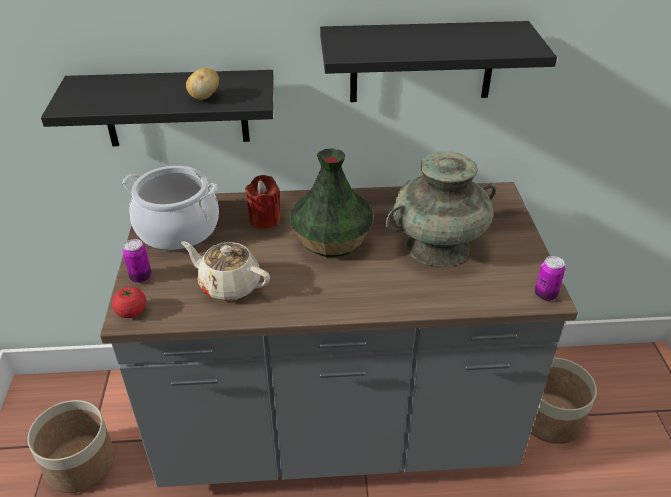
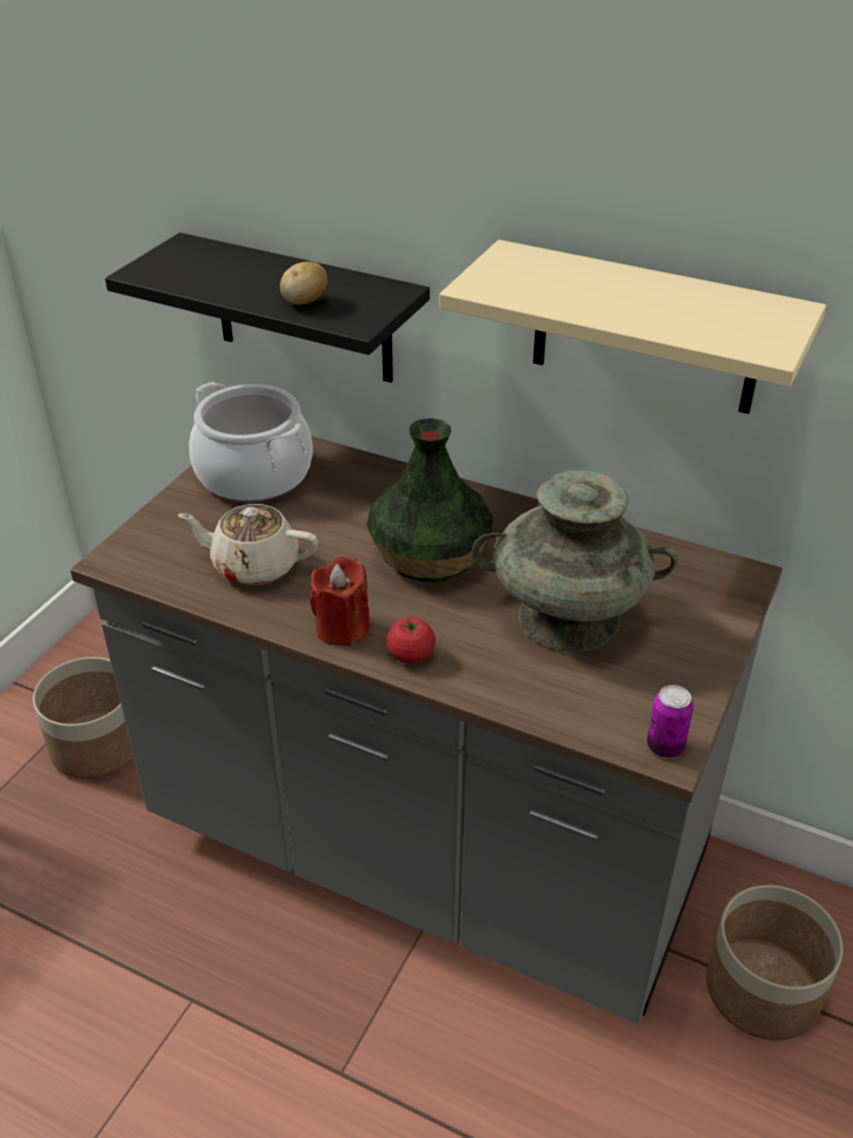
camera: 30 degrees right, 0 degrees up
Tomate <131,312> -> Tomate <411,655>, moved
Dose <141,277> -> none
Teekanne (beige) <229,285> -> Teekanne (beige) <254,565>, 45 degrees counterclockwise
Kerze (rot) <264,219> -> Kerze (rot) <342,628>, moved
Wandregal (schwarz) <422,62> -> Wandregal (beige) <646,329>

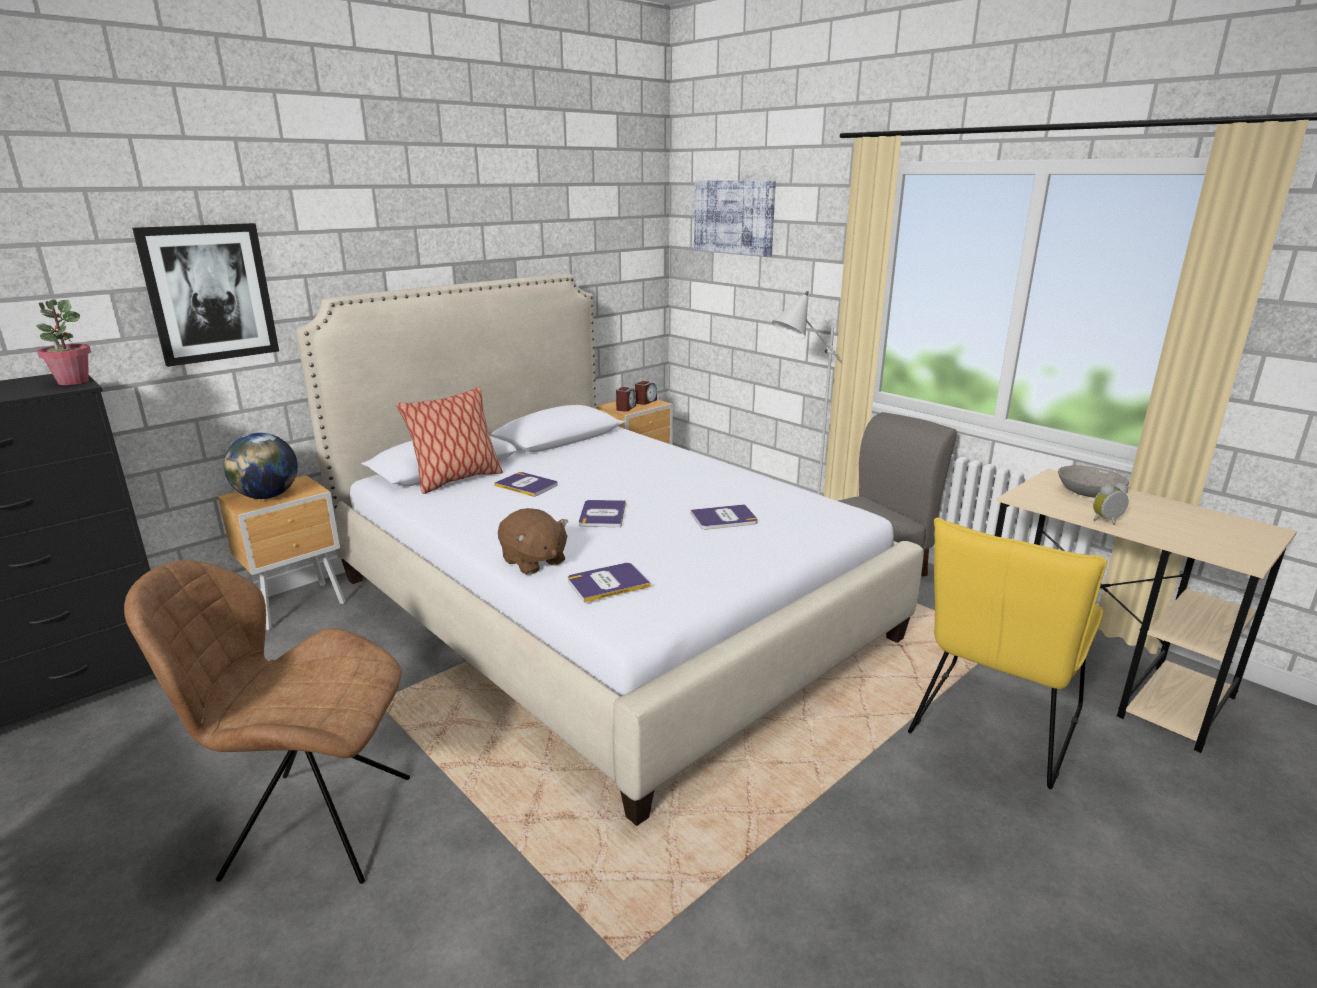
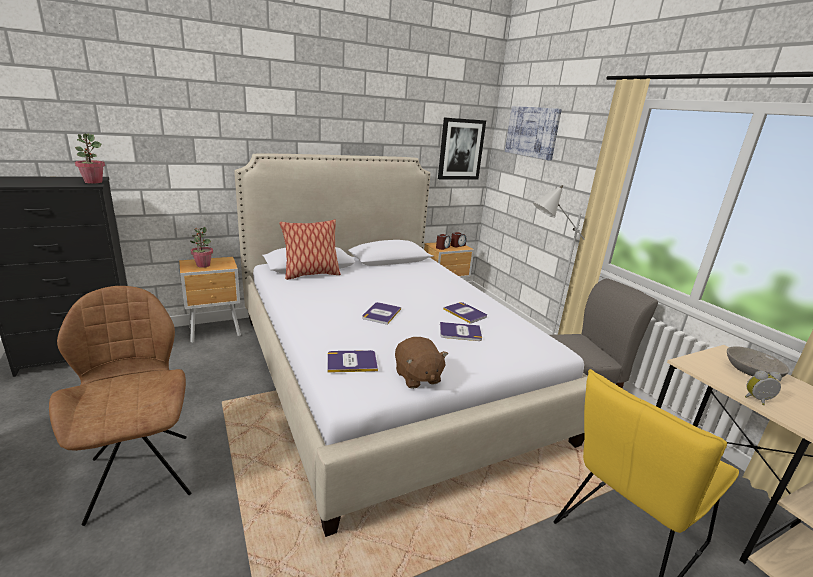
camera: 15 degrees right, 0 degrees up
Stuhl (braun) <313,825> -> Stuhl (braun) <141,473>, 45 degrees clockwise
Bild <209,293> -> Bild <461,149>, moved
Globus <267,496> -> Topfpflanze <203,265>
Buch <527,485> -> Buch <465,313>, moved
Plüschtier (braun) <533,561> -> Plüschtier (braun) <417,377>, moved

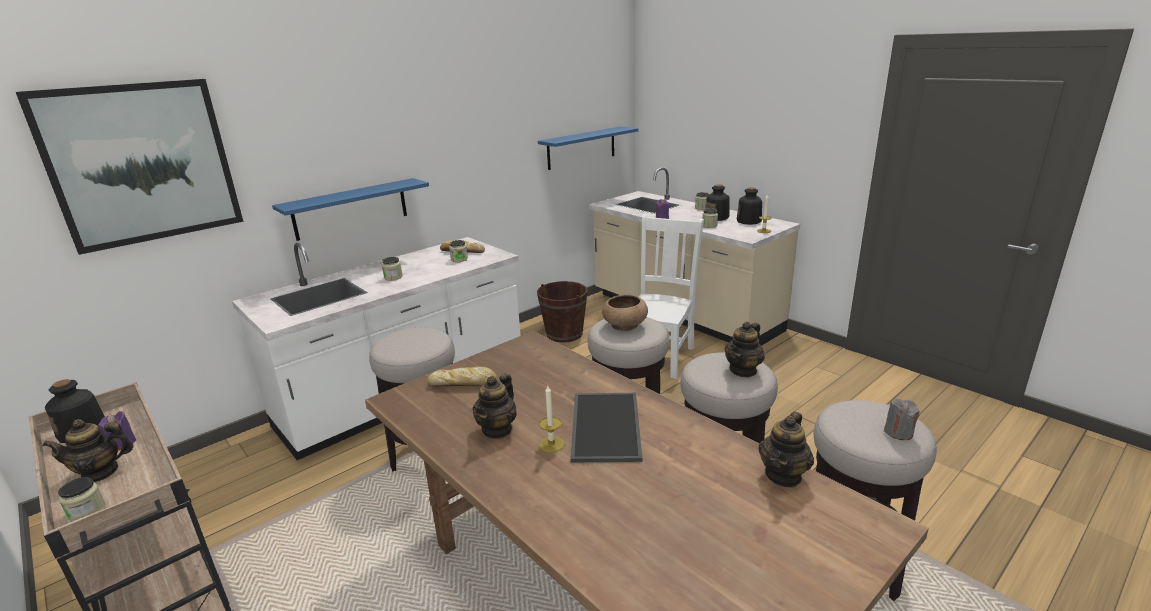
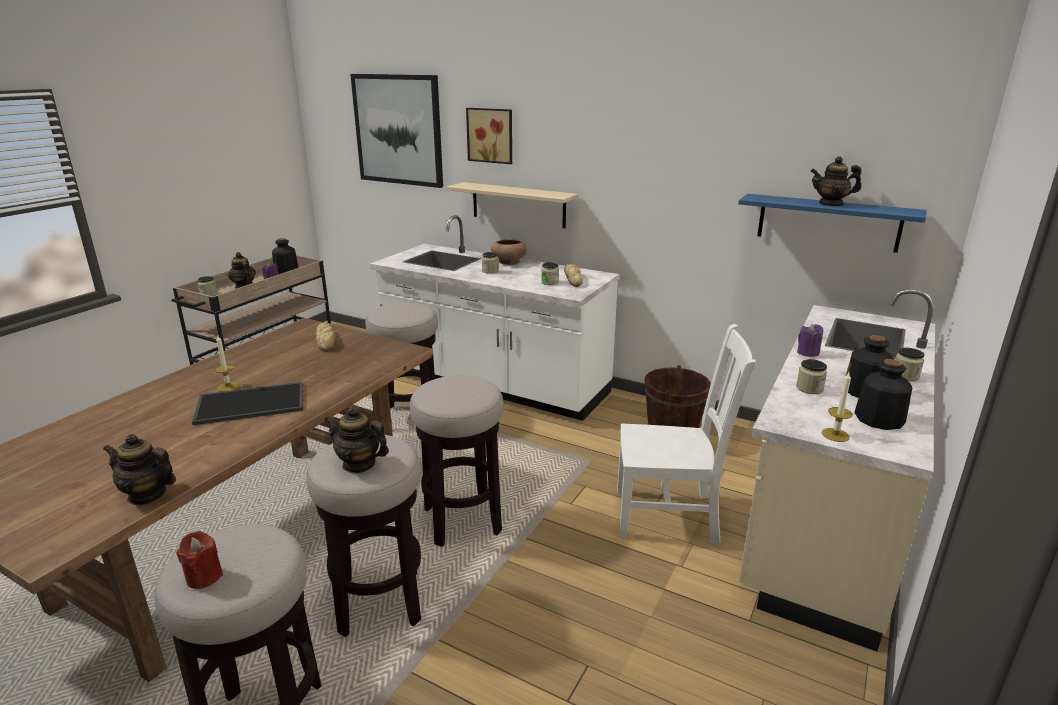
camera: 70 degrees right, 0 degrees up
Wandregal (blau) <351,209> -> Wandregal (beige) <518,205>
Teekanne <497,429> -> Teekanne <831,204>, moved
Schüssel (braun) <624,326> -> Schüssel (braun) <508,262>, moved
Kerze (grau) <898,432> -> Kerze (rot) <204,576>
none -> Bild <491,135>

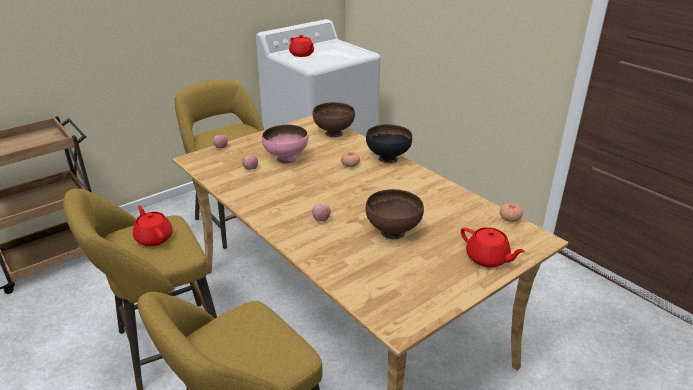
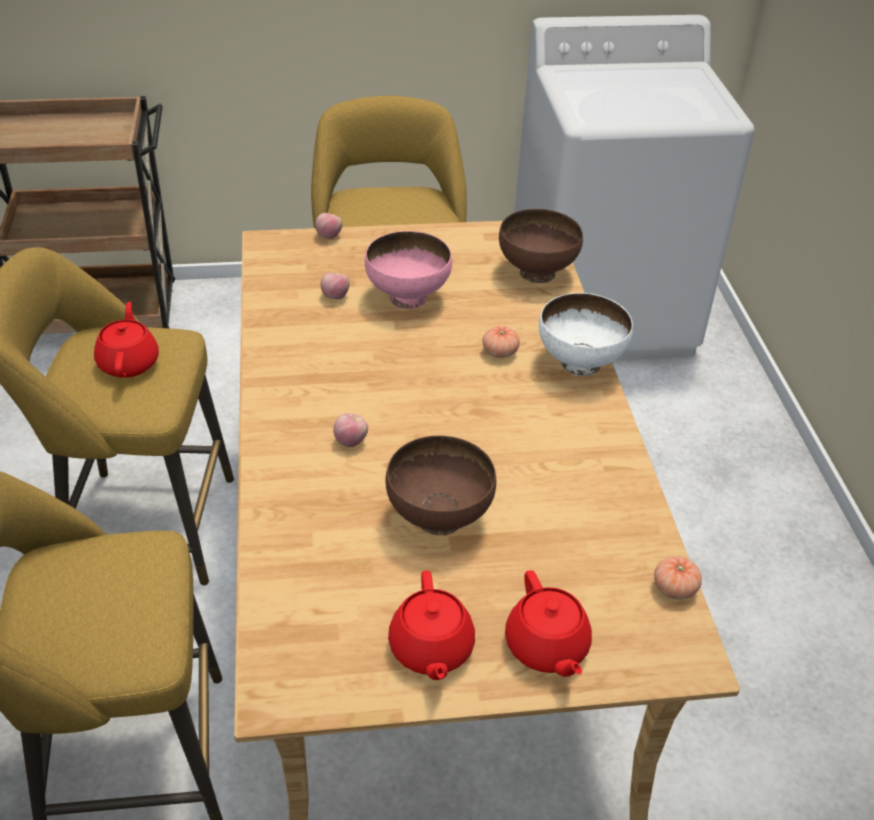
camera: 30 degrees right, 10 degrees up
Teekanne (rot) <302,54> -> Teekanne (rot) <431,649>, moved
Schüssel (schwarz) <387,158> -> Schüssel (weiß) <579,363>

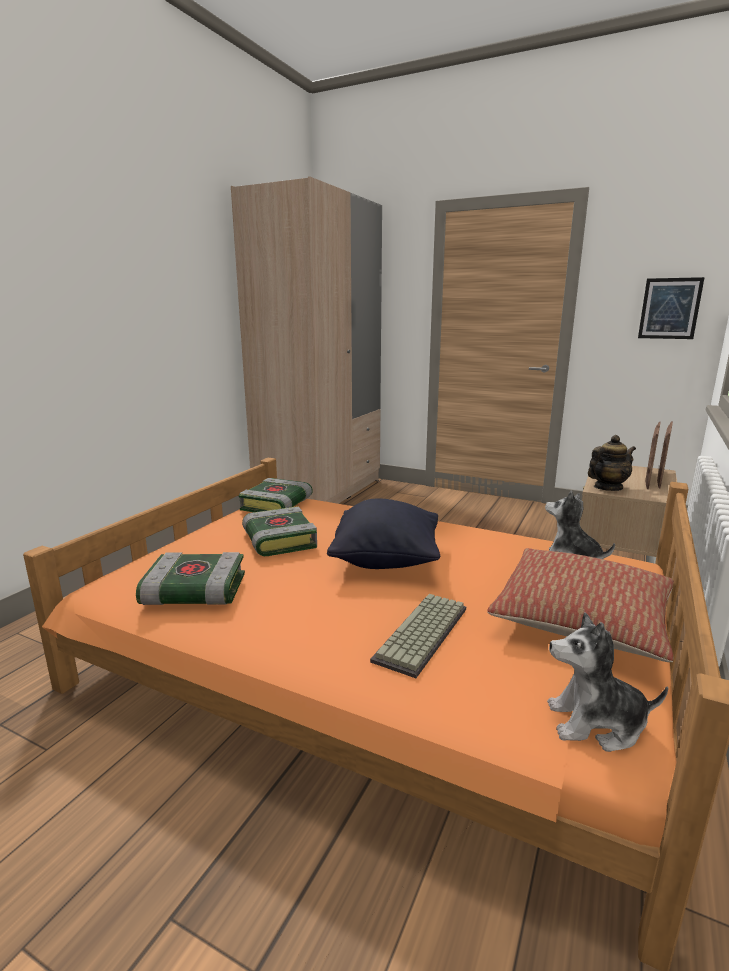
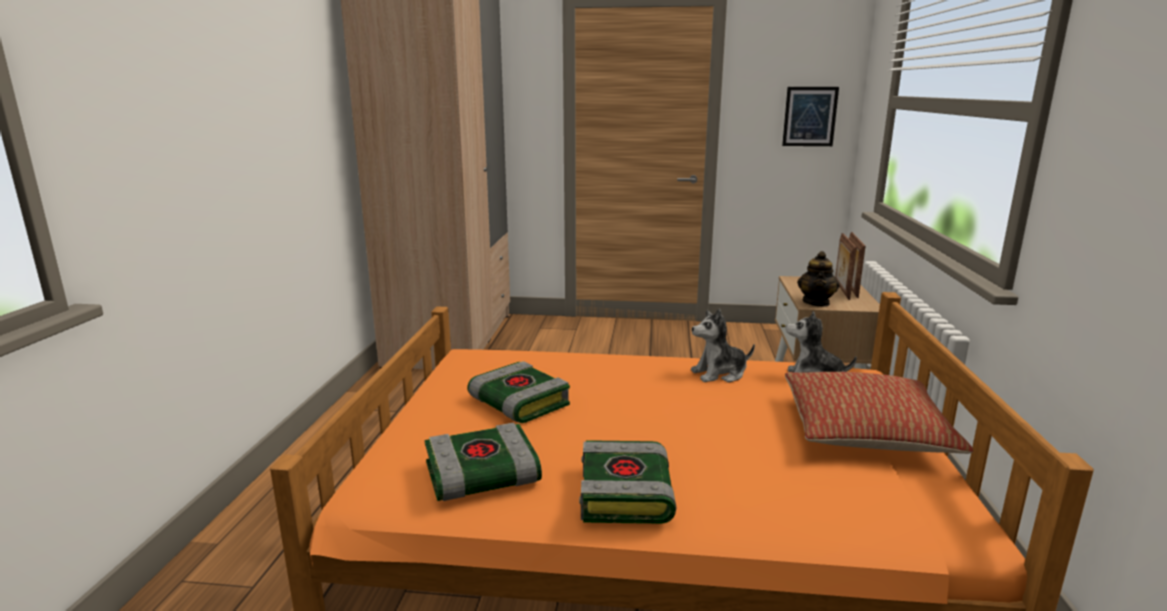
camera: 20 degrees left, 0 degrees up
Buch <277,505> -> Buch <627,494>, moved
Kissen (schwarz) <386,560> -> none
Tastatur <423,635> -> none
Plüschtier <595,724> -> Plüschtier <719,374>, moved
Teekanne <607,488> -> Teekanne <816,302>, 150 degrees clockwise

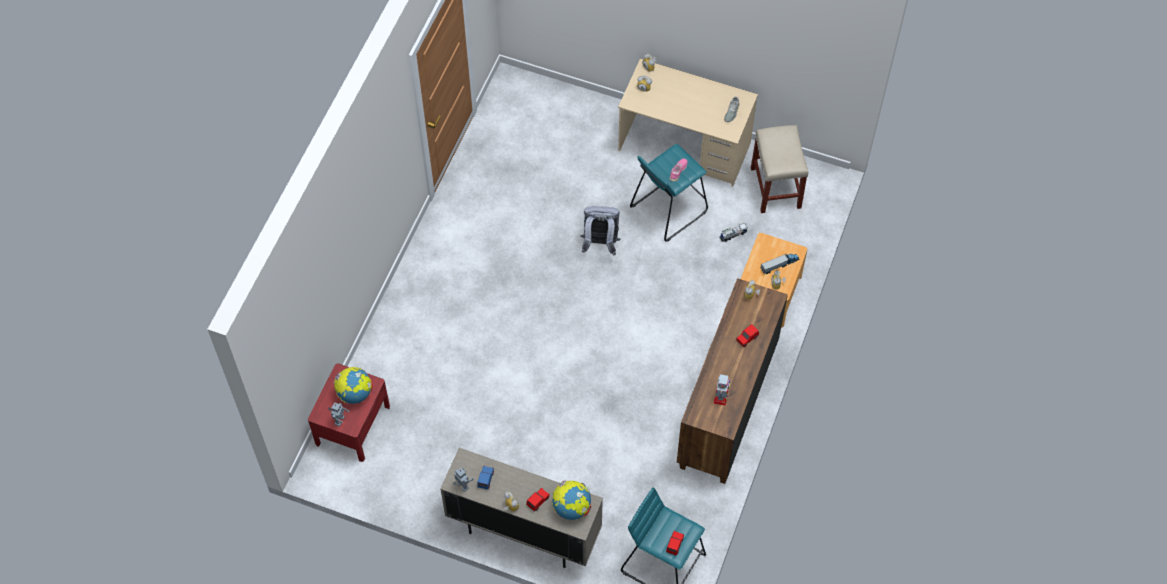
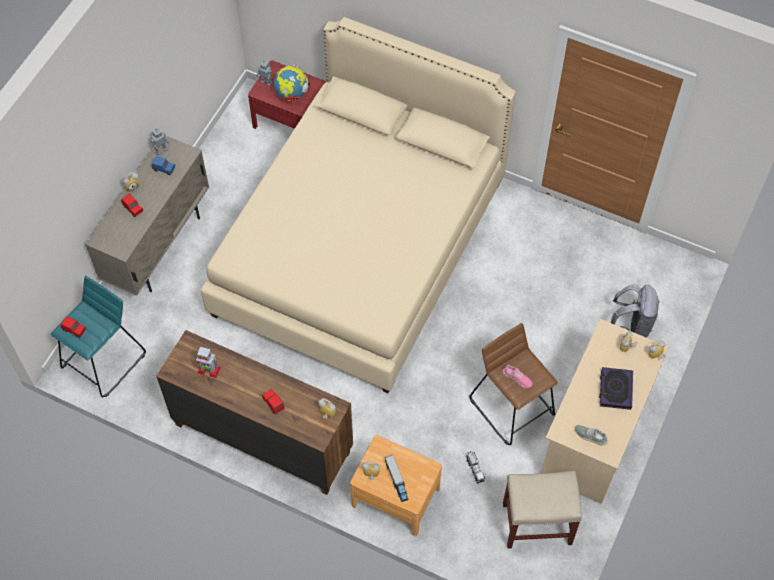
camera: 95 degrees right, 0 degrees up
Globus <572,508> -> none
Rucksack (grau) <600,244> -> Rucksack (grau) <631,326>, moved
Hocker (türkis) <668,209> -> Hocker (braun) <512,406>
none -> Bett (beige) <360,247>
none -> Buch <615,390>

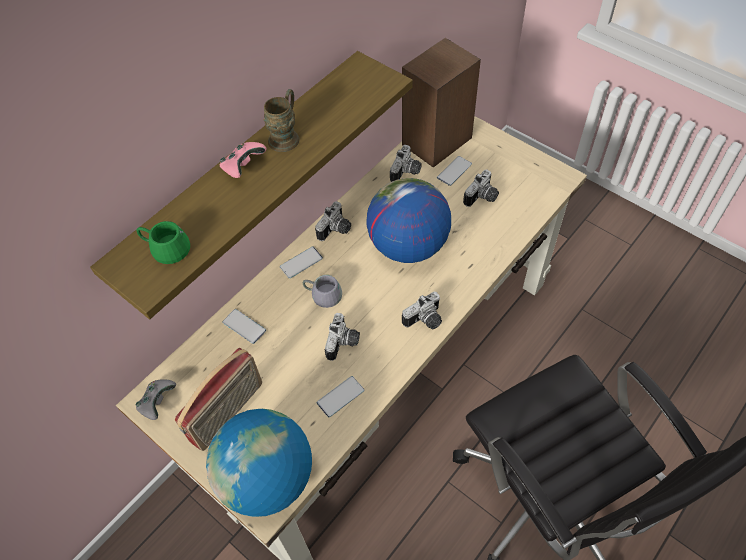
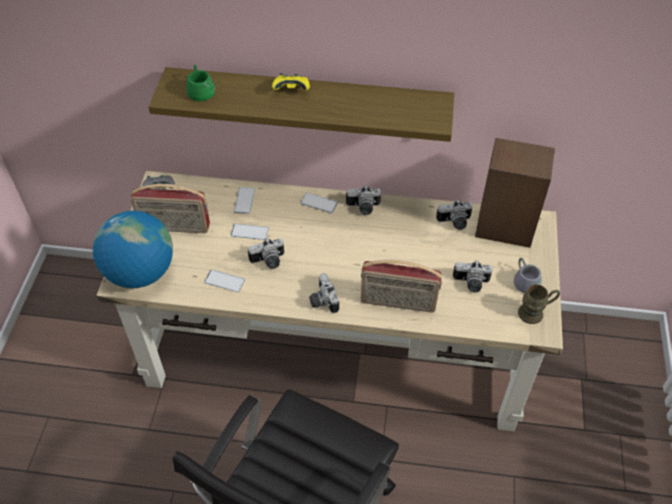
camera: 55 degrees right, 5 degrees down
Gamepad (rosa) <243,167> -> Gamepad (gelb) <292,90>
Henkelbecher (braun) <286,136> -> Henkelbecher (braun) <535,313>, moved
Henkelbecher (grau) <324,292> -> Henkelbecher (grau) <527,280>, moved
Globus <408,245> -> none
Kamera <425,321> -> Kamera <322,301>, 45 degrees clockwise
Handy <454,171> -> Handy <249,232>, moved
none -> Radio <398,303>

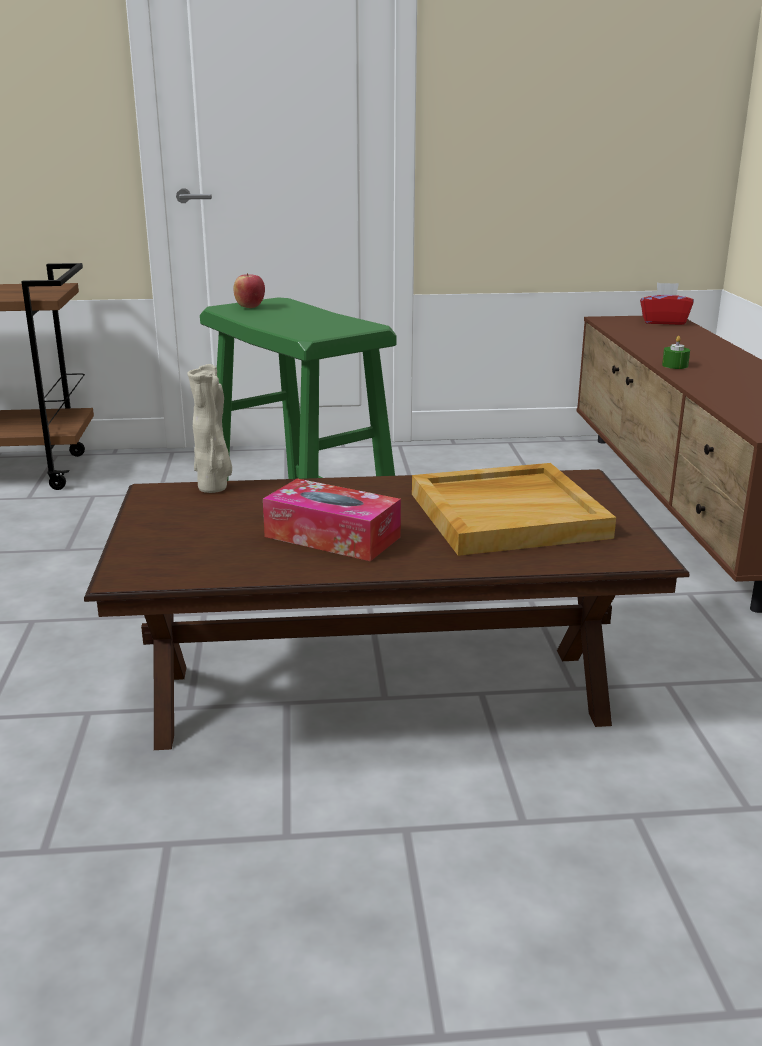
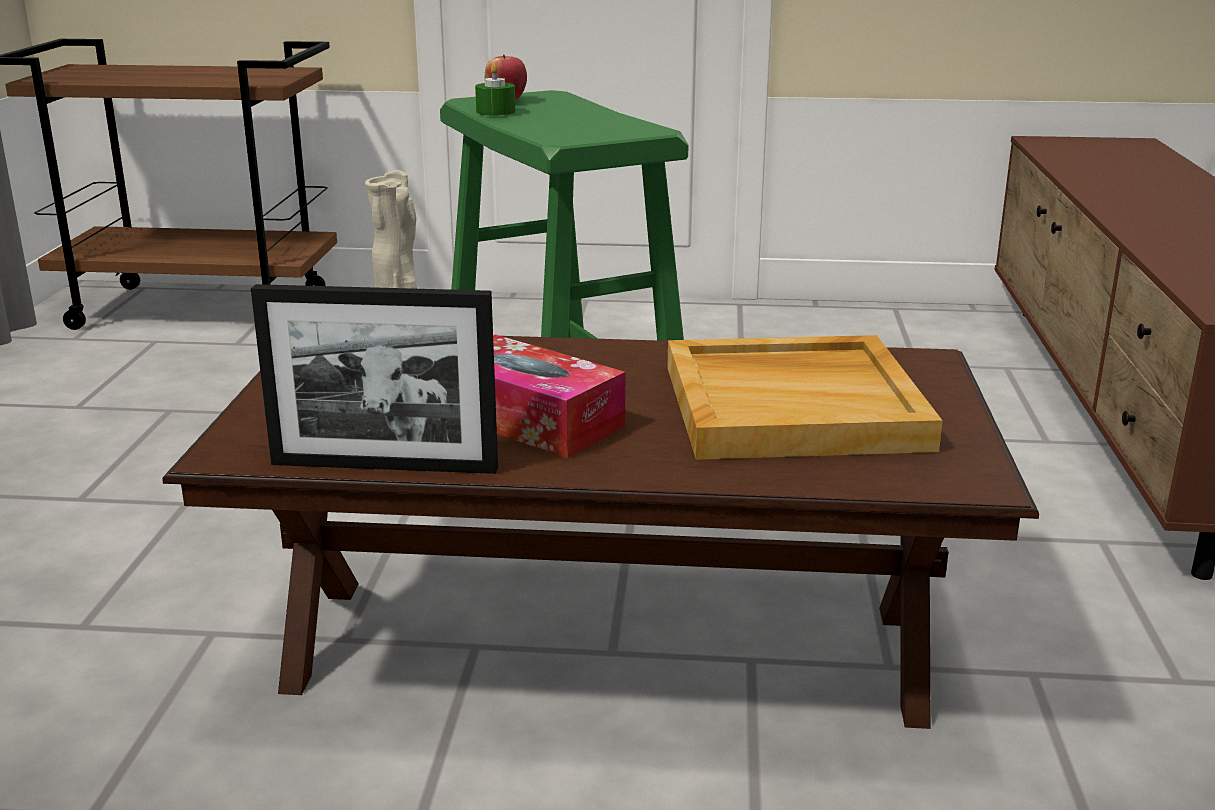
camera: 10 degrees right, 0 degrees up
Taschentuchbox (rot) <663,322> -> none
Kerze (grün) <675,365> -> Kerze (grün) <495,111>, moved
none -> Bilderrahmen <384,466>

